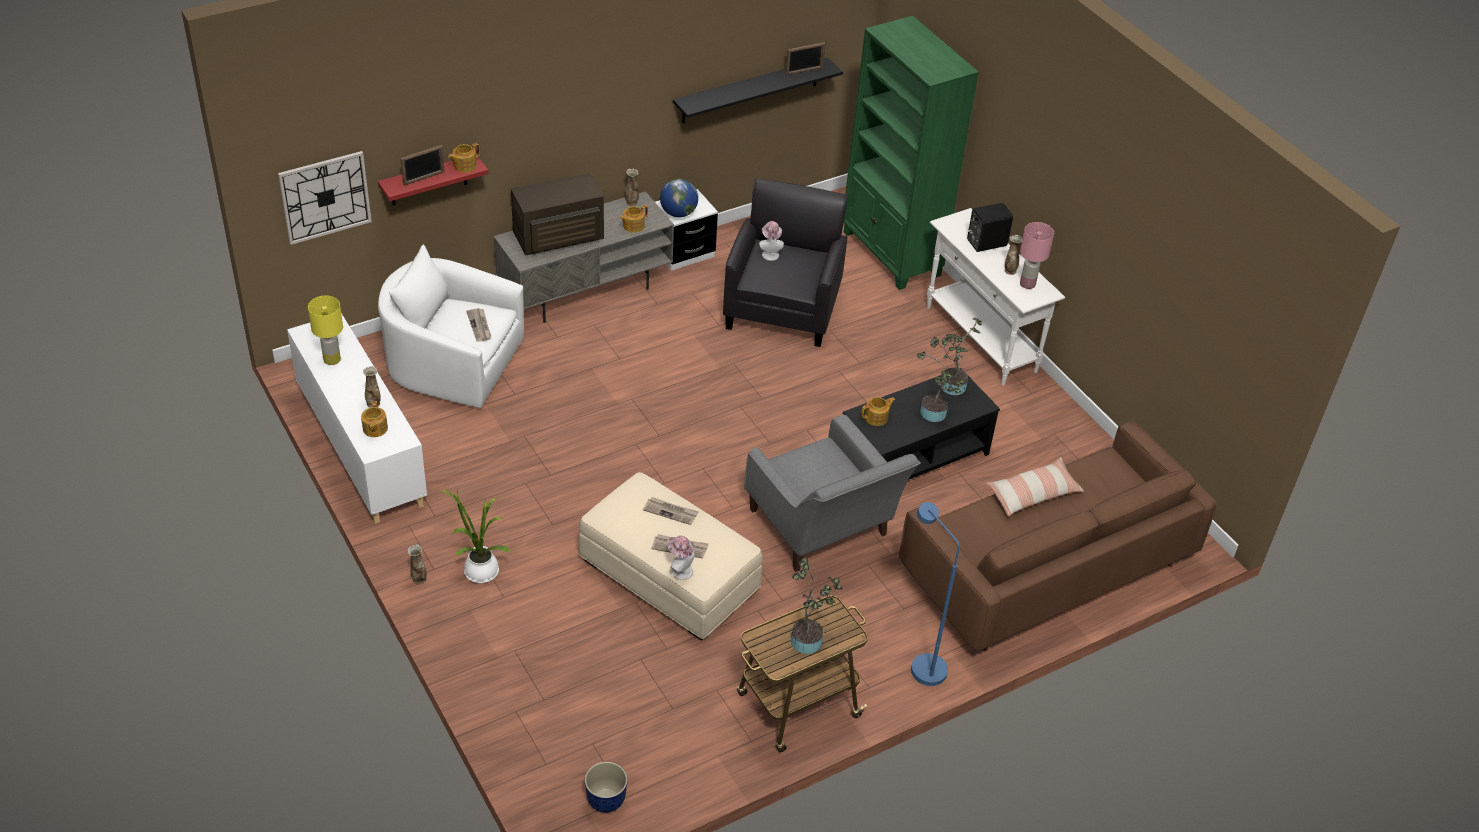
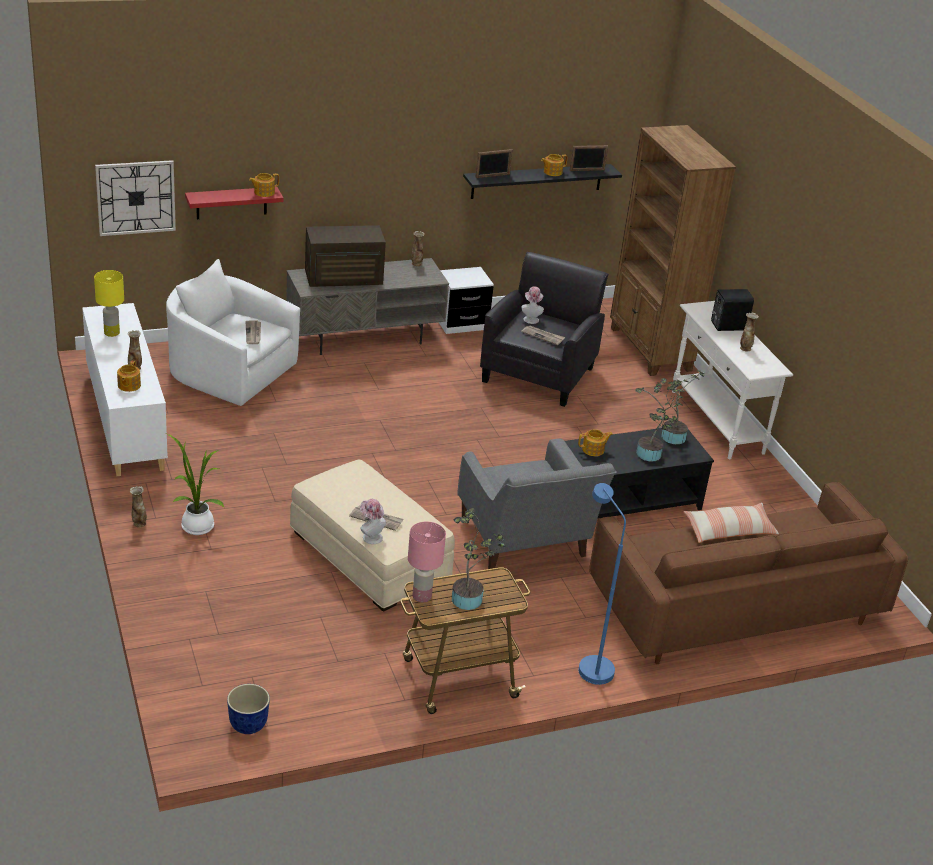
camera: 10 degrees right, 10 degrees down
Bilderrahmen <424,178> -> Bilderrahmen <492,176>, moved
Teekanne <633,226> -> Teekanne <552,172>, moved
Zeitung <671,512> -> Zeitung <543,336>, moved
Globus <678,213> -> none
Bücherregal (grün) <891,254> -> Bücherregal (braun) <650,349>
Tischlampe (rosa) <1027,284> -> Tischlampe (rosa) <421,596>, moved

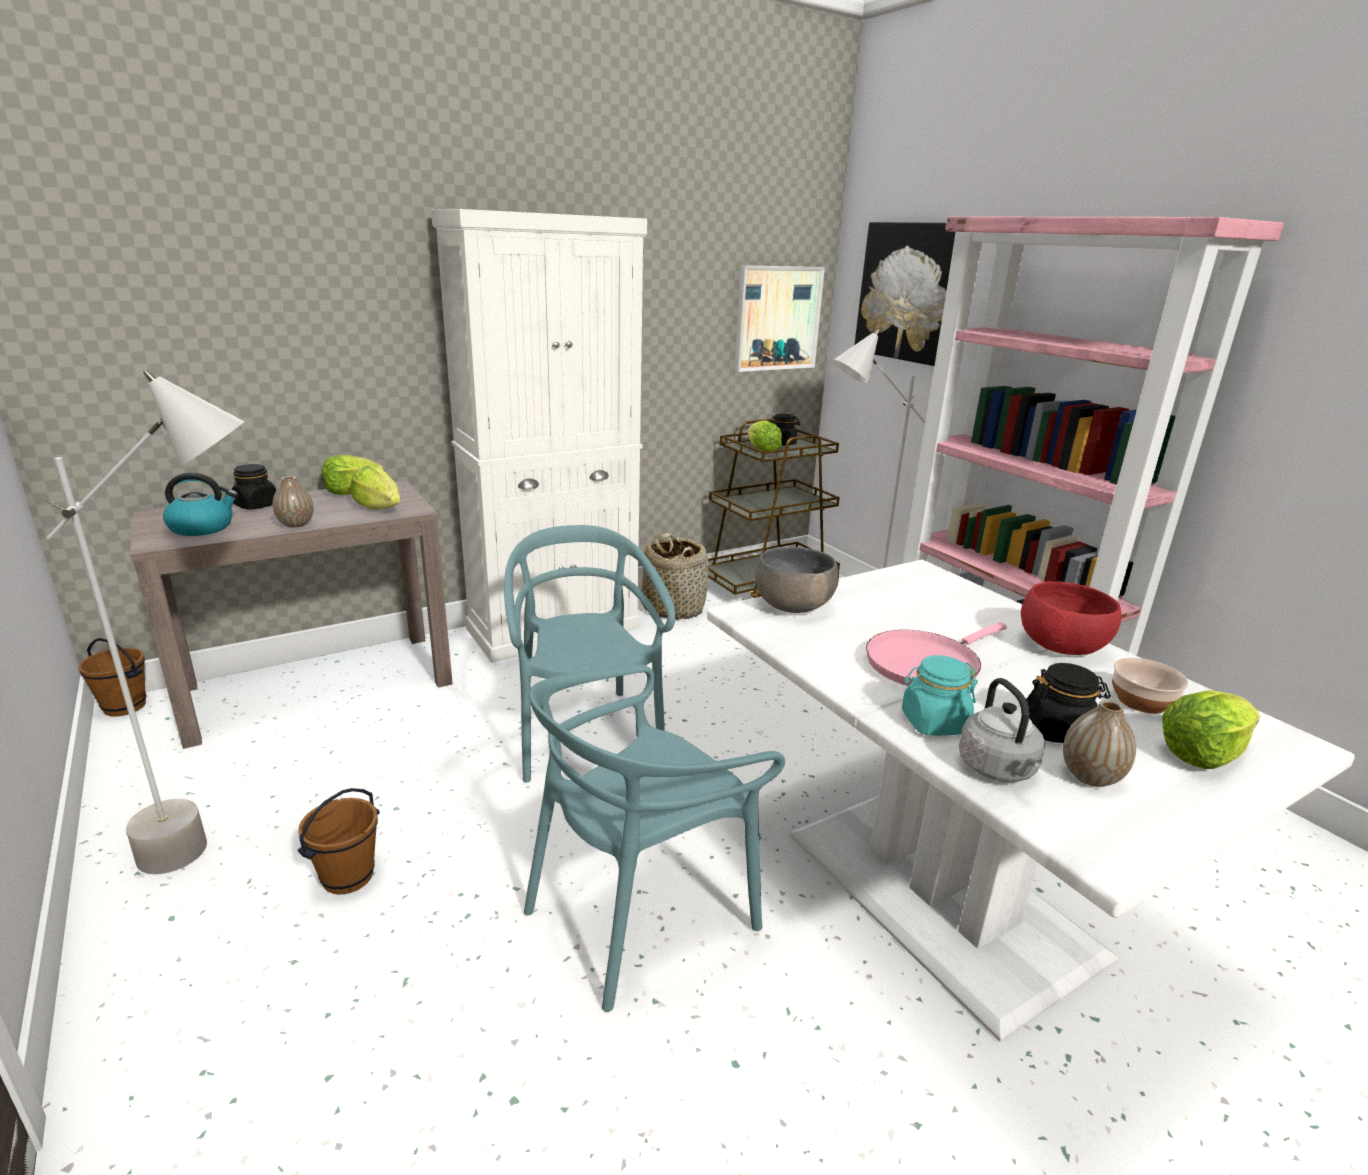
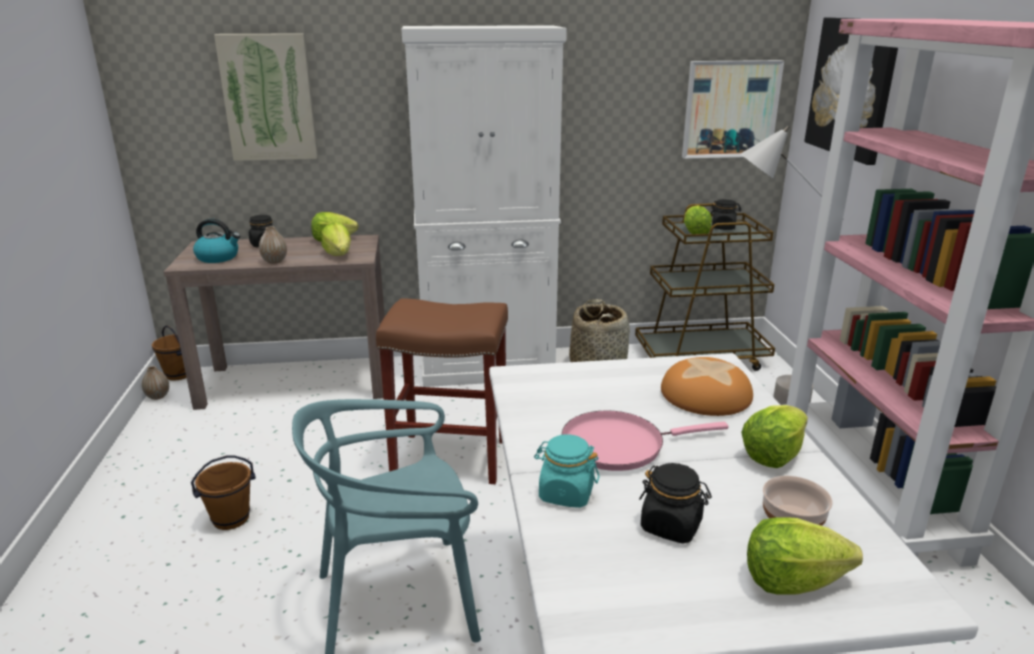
camera: 25 degrees right, 0 degrees up
Stehlampe (grau) <229,843> -> none
Stuhl (türkis) <584,735> -> Hocker (braun) <452,457>
Schüssel (grau) <793,606> -> none
Wasserkessel (grau) <998,770> -> none
Schüssel (rot) <1060,646> -> Salatkopf <773,455>
Vase <1090,777> -> Vase <158,396>, moved
none -> Bild <268,98>
none -> Brot <704,395>

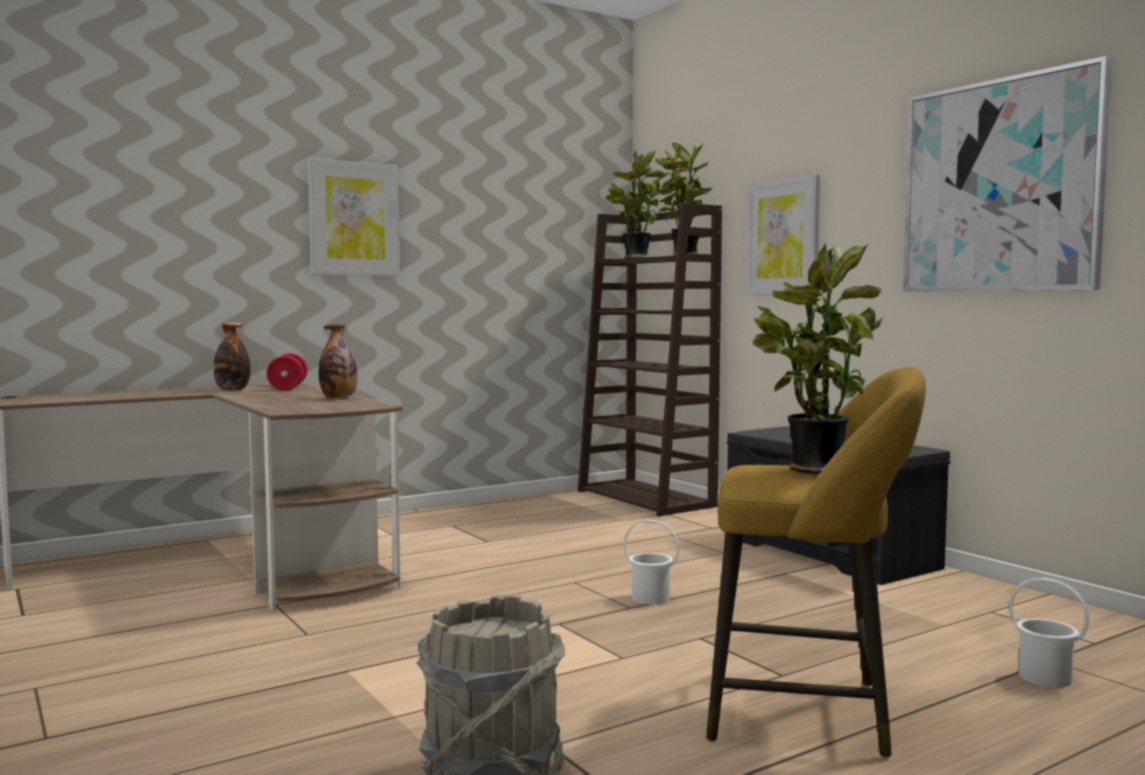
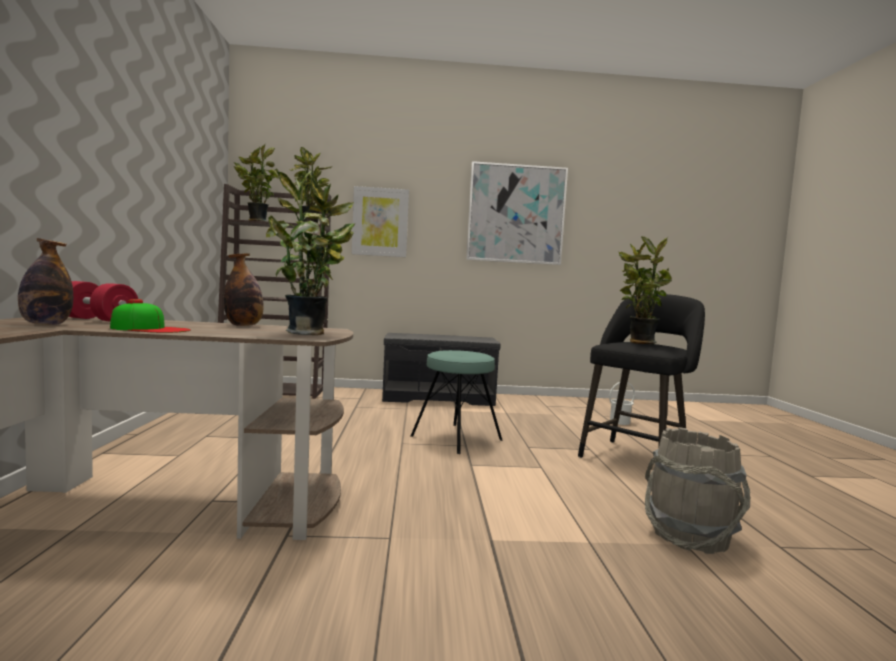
camera: 60 degrees left, 0 degrees up
Bild <354,219> -> none
Eimer (weiß) <650,598> -> Hocker (türkis) <456,438>
Hocker (gelb) <809,713> -> Hocker (schwarz) <636,458>
none -> Kappe <150,329>
none -> Topfpflanze <310,333>

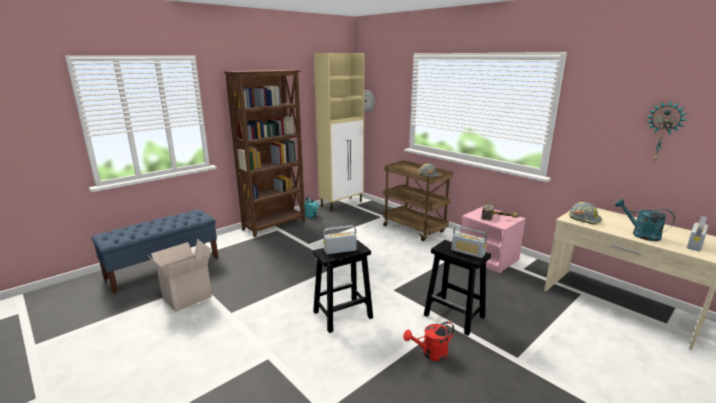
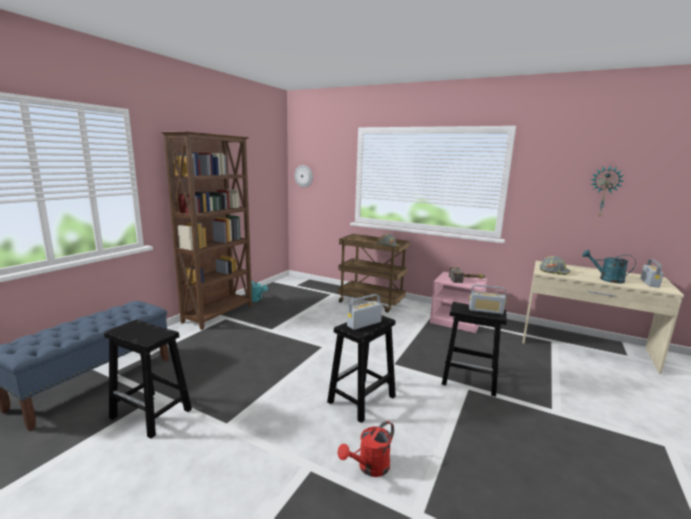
camera: 20 degrees left, 5 degrees down
Karton <187,296> -> Hocker (schwarz) <152,414>
Schrank (beige) <342,204> -> none
Gießkanne (rot) <430,354> -> Gießkanne (rot) <369,468>, moved

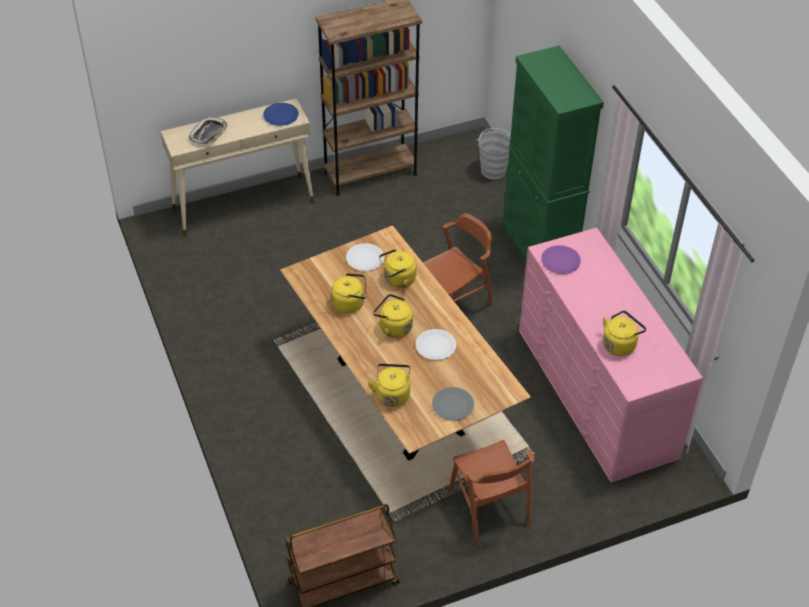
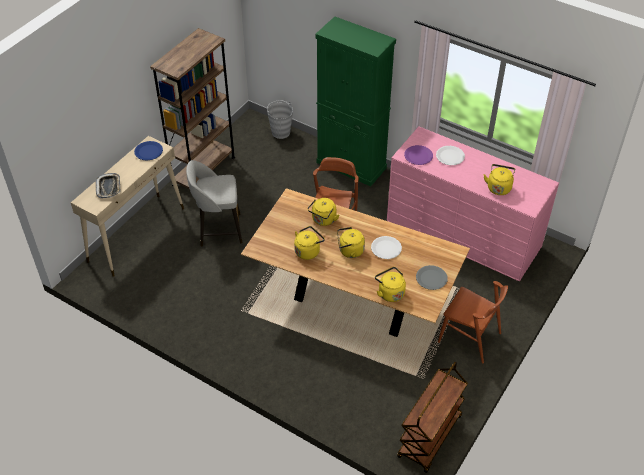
camera: 35 degrees left, 0 degrees up
Teller (weiß) <365,258> -> Teller (weiß) <450,156>, moved
none -> Hocker (grau) <218,230>

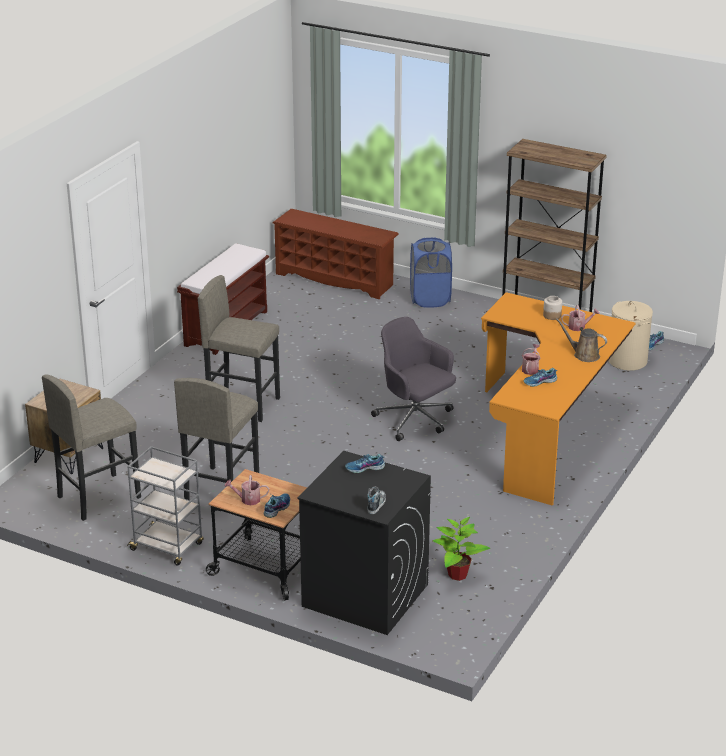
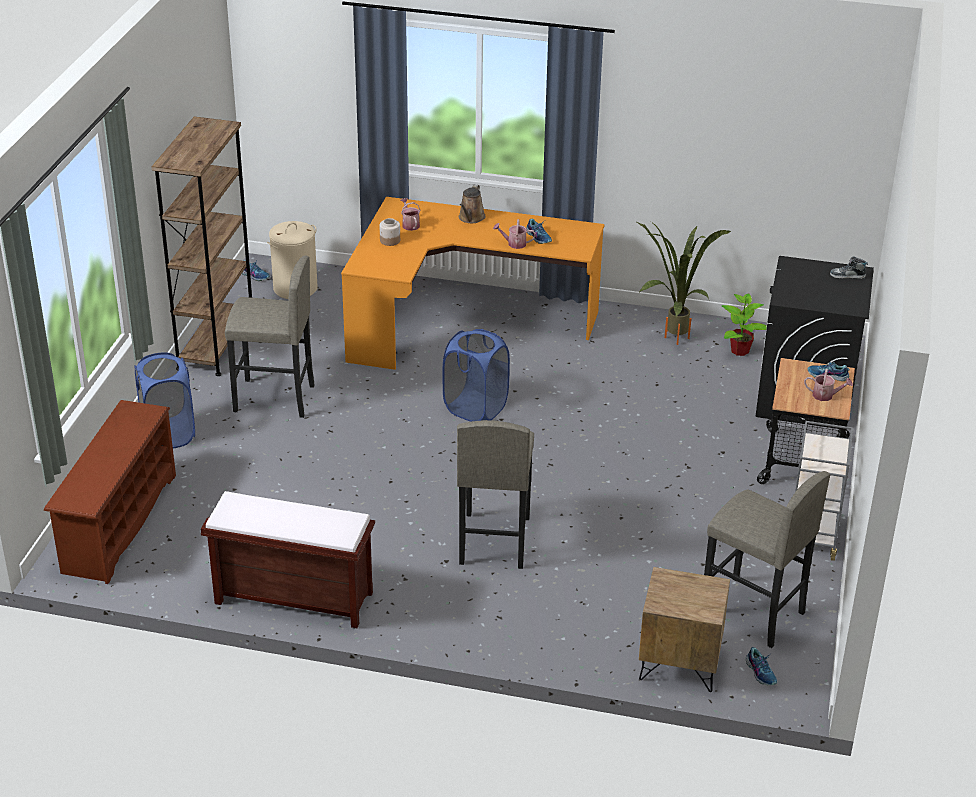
camera: 105 degrees left, 5 degrees up
Hocker (grau) <221,489> -> Hocker (grau) <274,399>, moved
Gießkanne <247,499> -> Gießkanne <826,396>, 60 degrees counterclockwise
Schuh <365,468> -> Schuh <761,672>, moved
Bürostuhl (grau) <415,420> -> Wäschekorb (blau) <475,408>
none -> Topfpflanze <670,339>

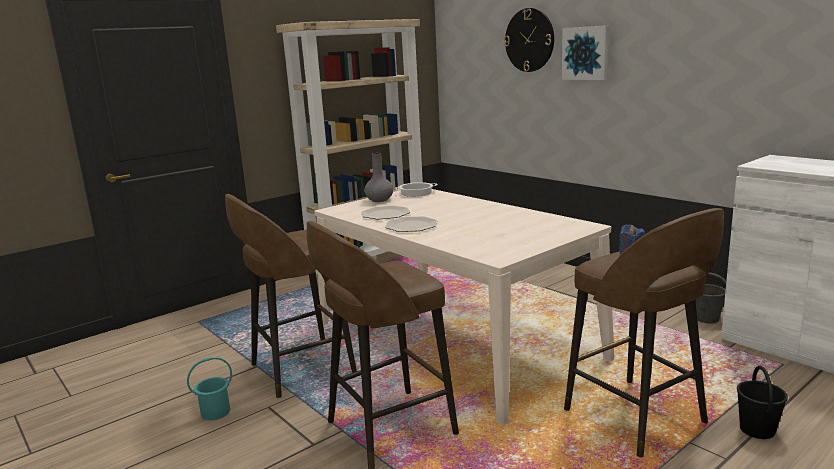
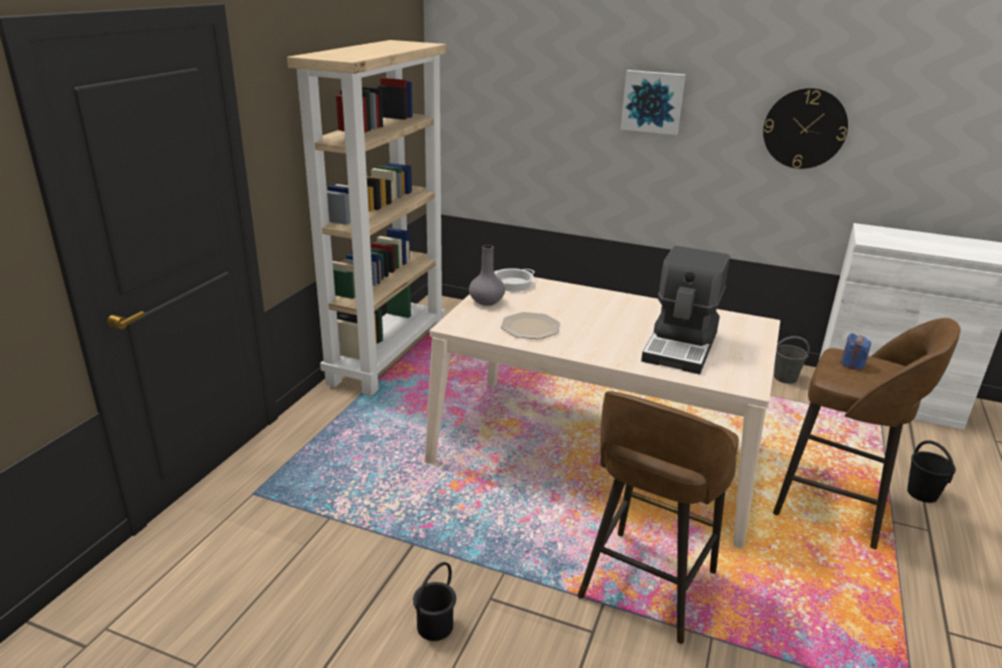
camera: 30 degrees left, 10 degrees up
Eimer (türkis) <215,412> -> Eimer (schwarz) <434,626>
Hocker (braun) <299,369> -> none
Teller <411,225> -> none
Wanduhr <529,40> -> Wanduhr <804,128>, moved
none -> Kaffeemaschine <682,346>

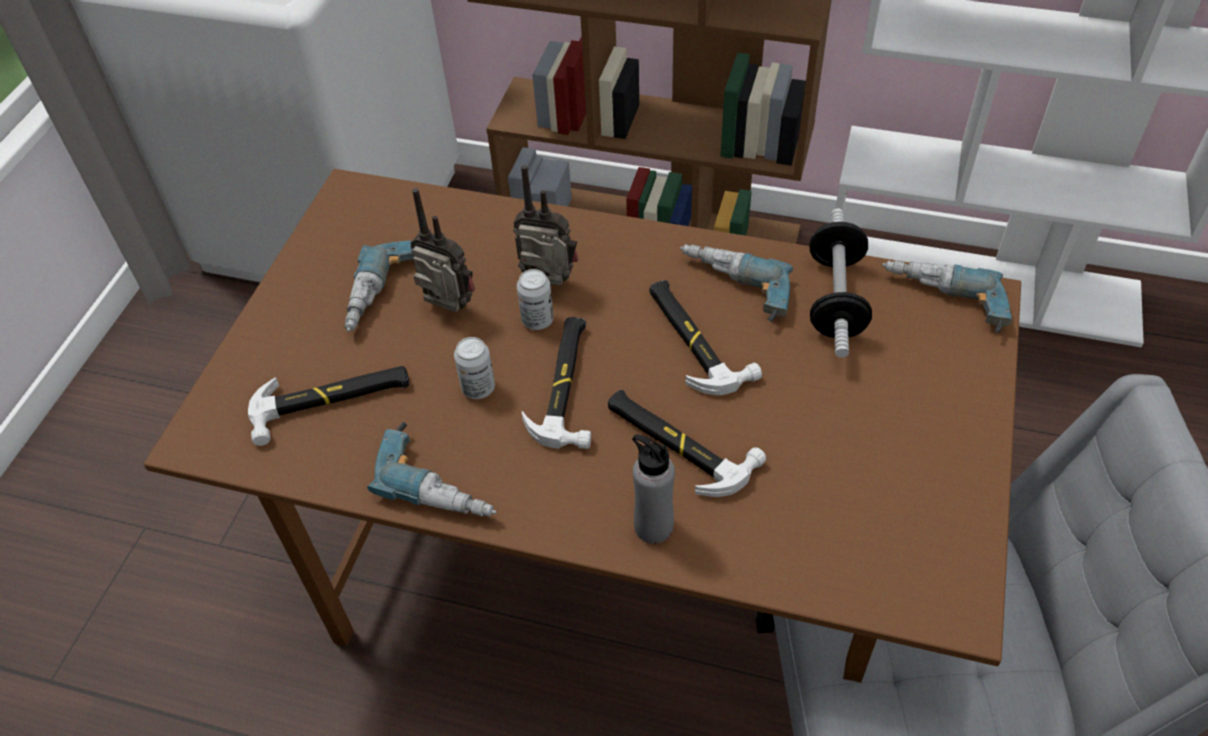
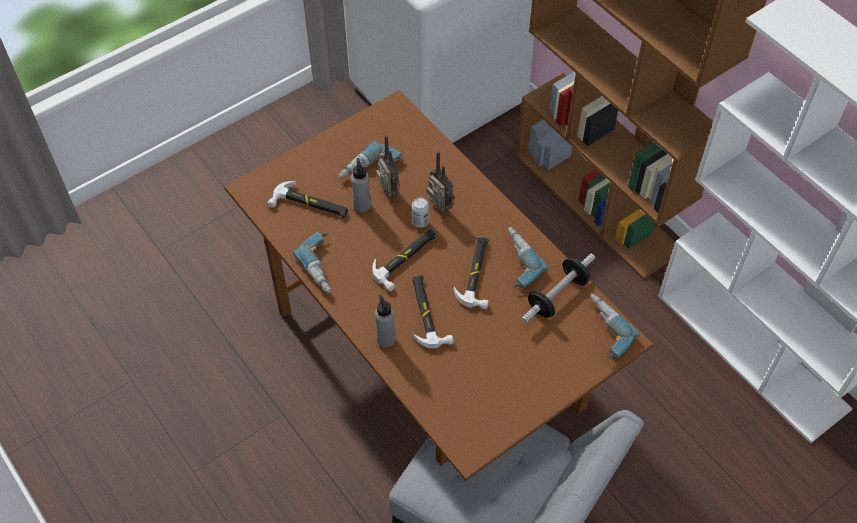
camera: 35 degrees right, 5 degrees up
Dose <478,388> -> none
none -> Flasche (grau) <362,205>

